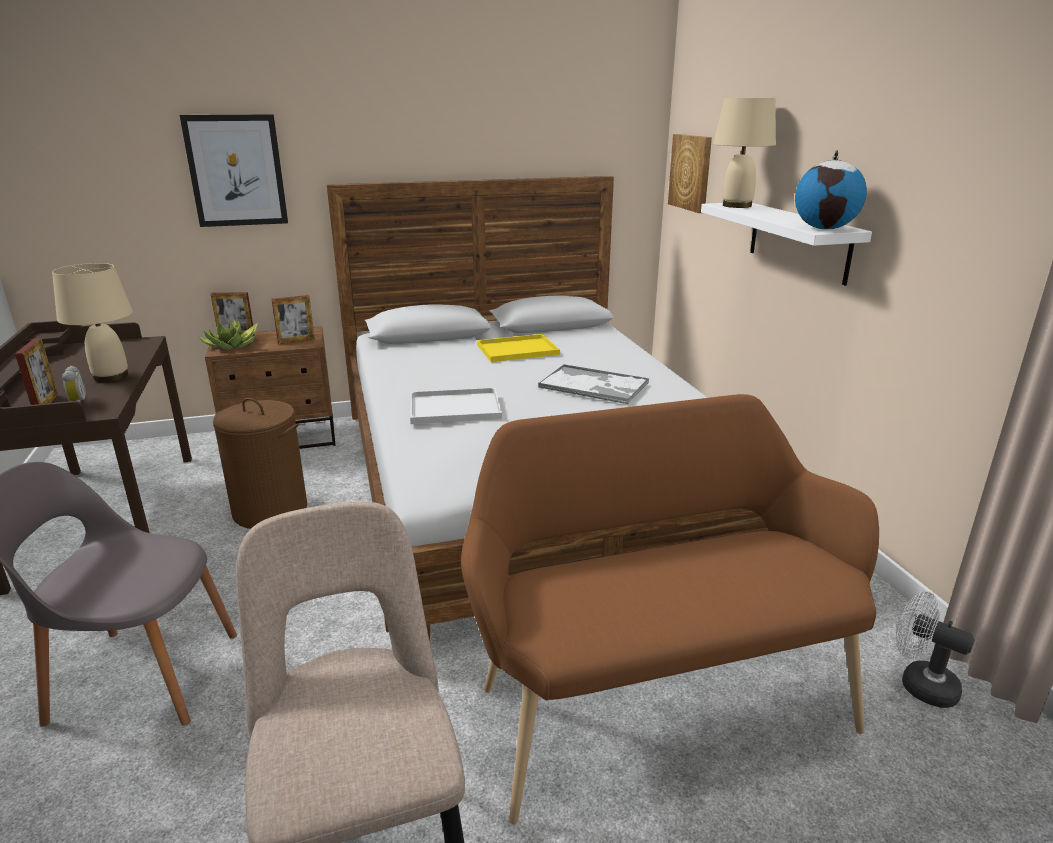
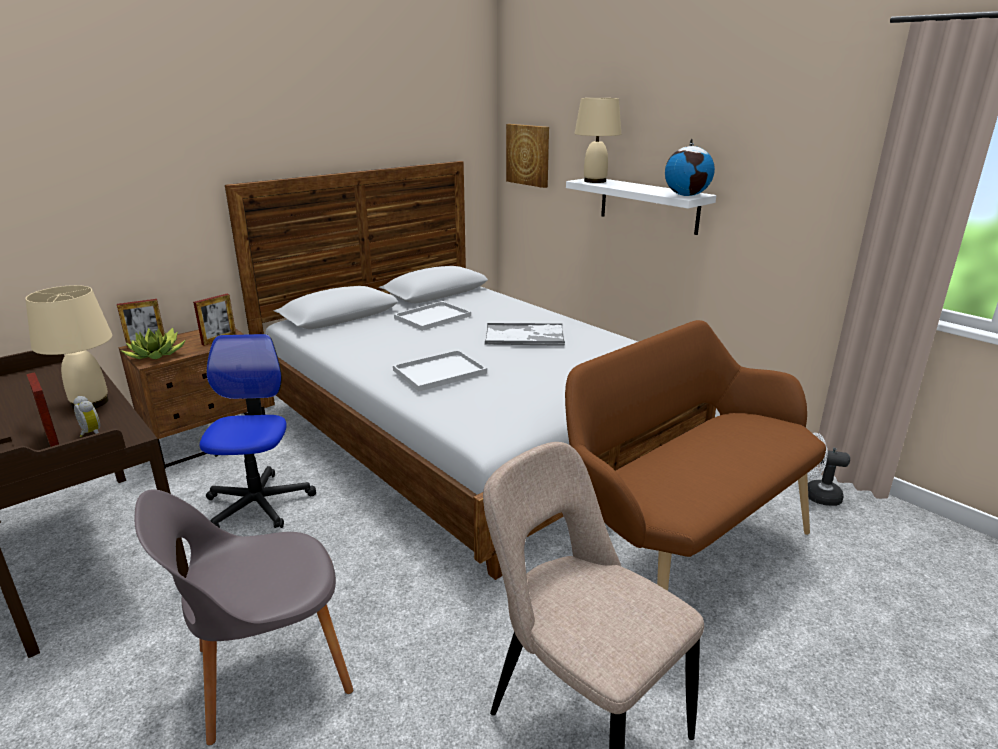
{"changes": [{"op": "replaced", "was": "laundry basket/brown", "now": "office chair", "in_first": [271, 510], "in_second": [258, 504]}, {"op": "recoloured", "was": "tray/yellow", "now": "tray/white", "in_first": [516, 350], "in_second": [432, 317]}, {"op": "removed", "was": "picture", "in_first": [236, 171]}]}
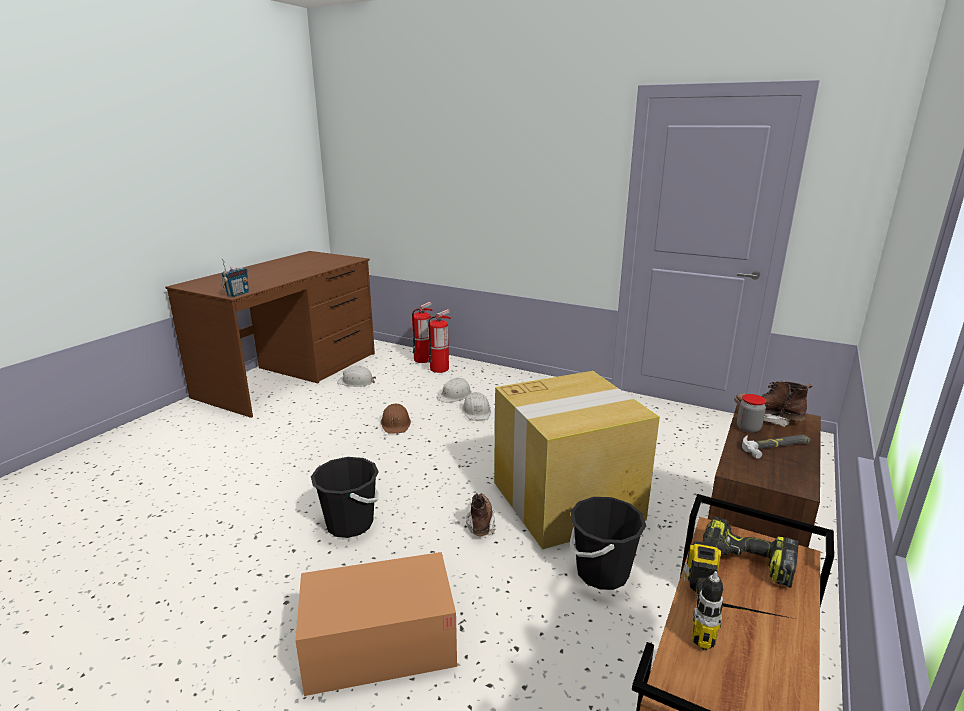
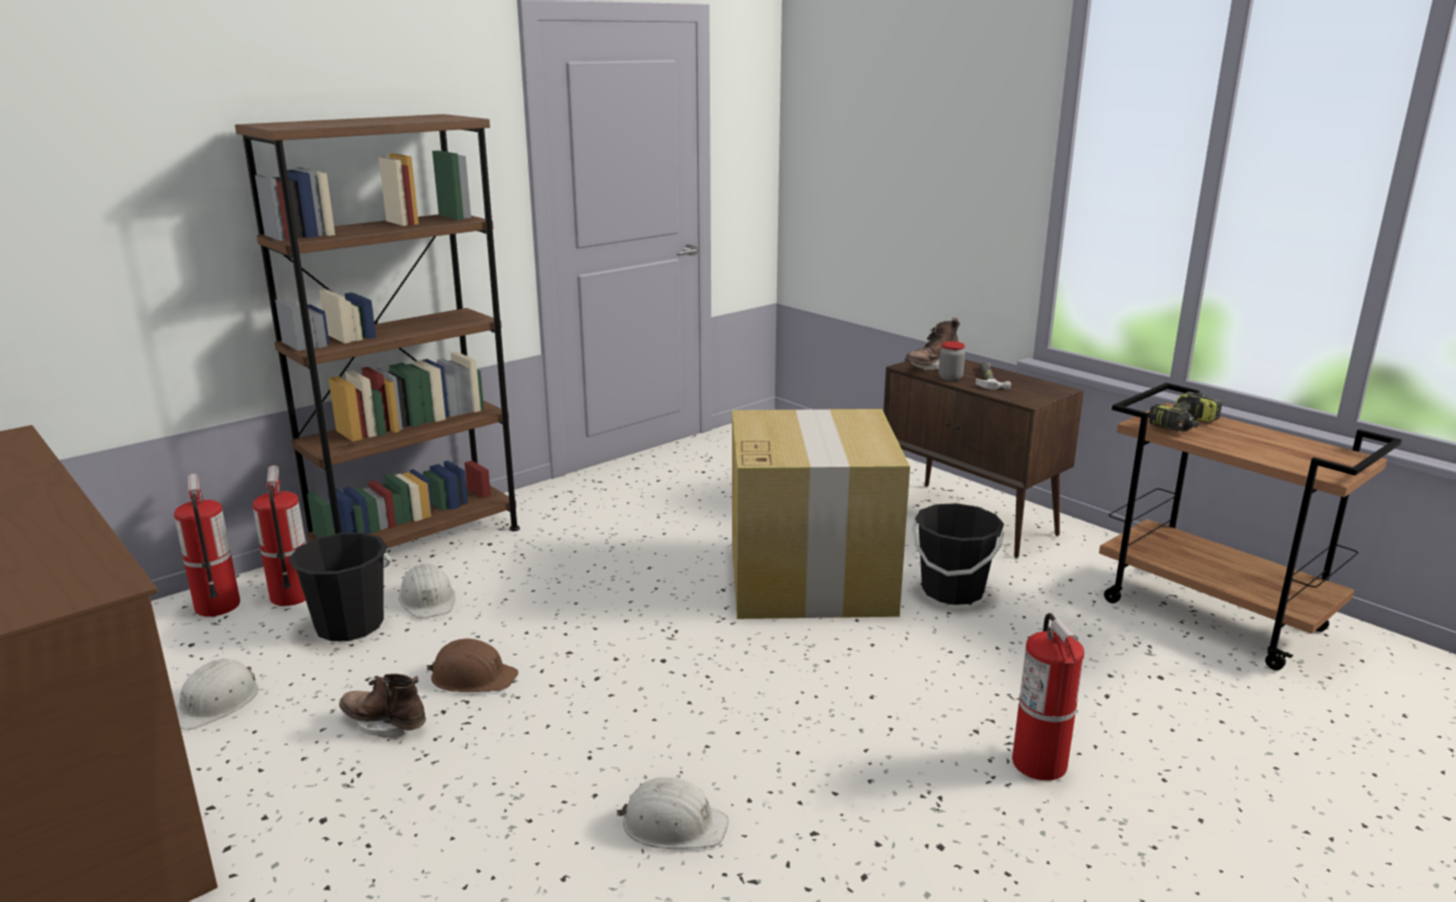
{"changes": [{"op": "added", "now": "bookcase/brown", "in_second": [417, 542]}, {"op": "moved", "was": "bucket/black", "in_first": [350, 524], "in_second": [350, 625]}, {"op": "moved", "was": "boot/brown", "in_first": [480, 523], "in_second": [385, 724]}, {"op": "moved", "was": "hard hat/white", "in_first": [477, 411], "in_second": [673, 824]}, {"op": "replaced", "was": "cardboard box", "now": "fire extinguisher", "in_first": [380, 644], "in_second": [1039, 764]}, {"op": "removed", "was": "radio", "in_first": [237, 294]}, {"op": "removed", "was": "power drill", "in_first": [735, 622]}]}
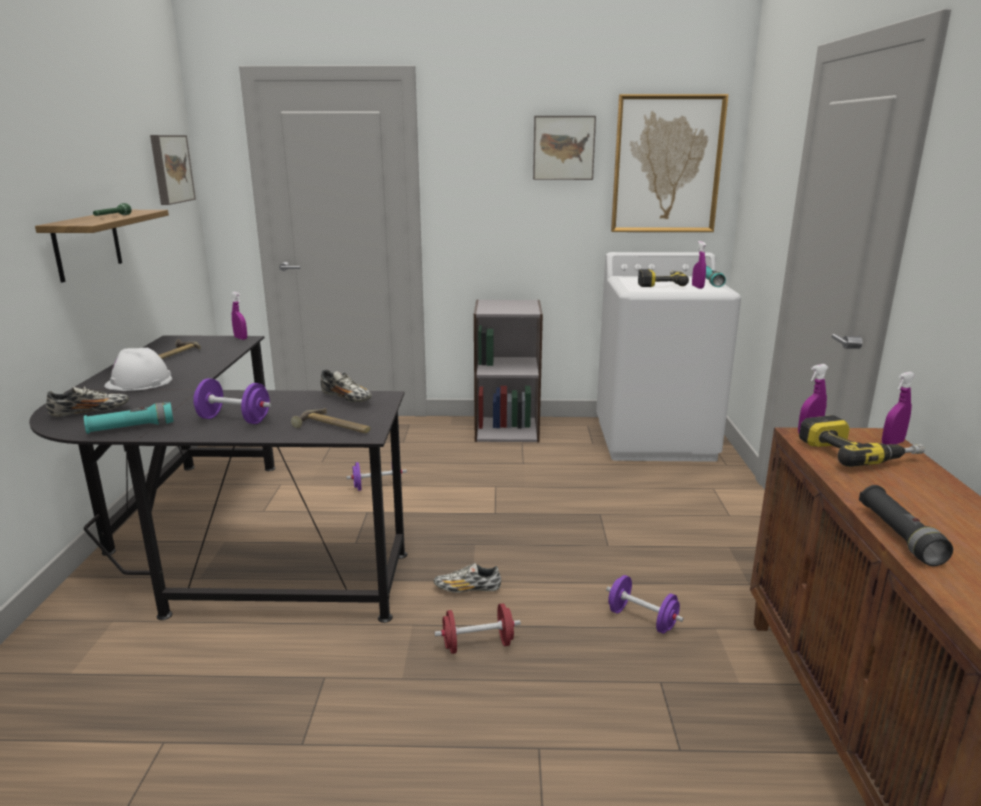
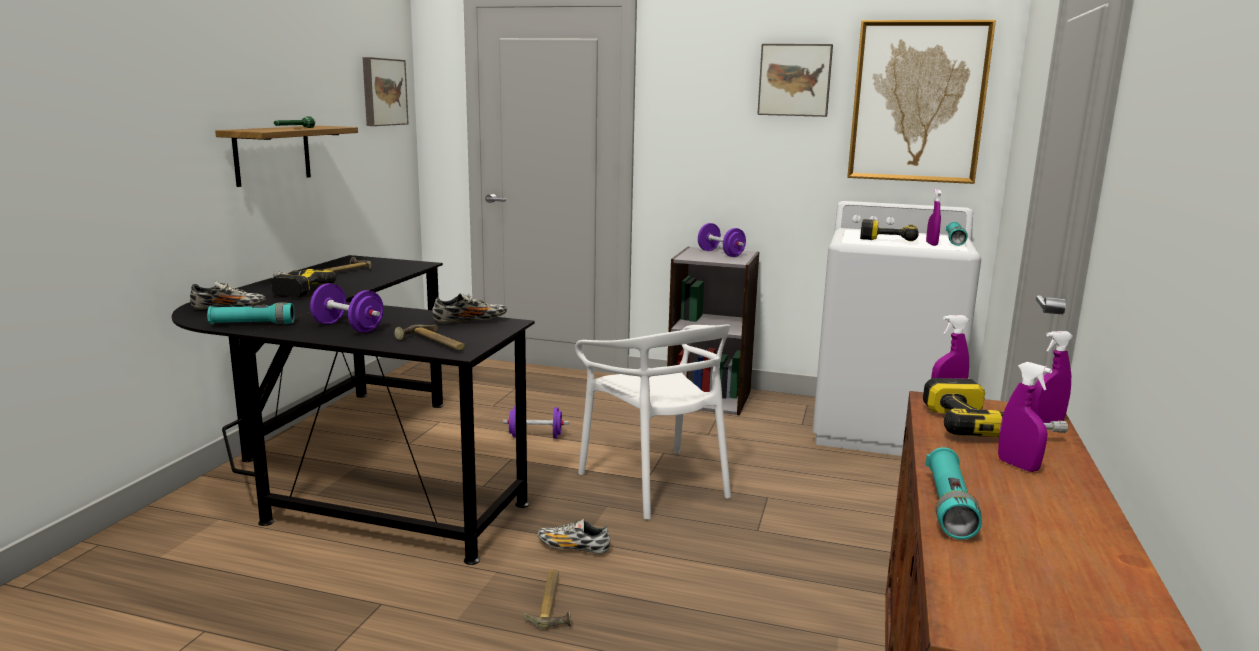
{"changes": [{"op": "replaced", "was": "hard hat/white", "now": "power drill", "in_first": [139, 382], "in_second": [292, 290]}, {"op": "turned", "was": "shoe", "in_first": [347, 399], "in_second": [470, 321], "clockwise": -75}, {"op": "replaced", "was": "dumbbell/red", "now": "hammer", "in_first": [478, 645], "in_second": [553, 603]}, {"op": "added", "now": "chair/white", "in_second": [656, 483]}, {"op": "moved", "was": "dumbbell/purple", "in_first": [642, 619], "in_second": [720, 253]}, {"op": "recoloured", "was": "flashlight/black", "now": "flashlight/turquoise", "in_first": [899, 536], "in_second": [949, 506]}, {"op": "moved", "was": "spray bottle/purple", "in_first": [241, 338], "in_second": [1018, 465]}]}
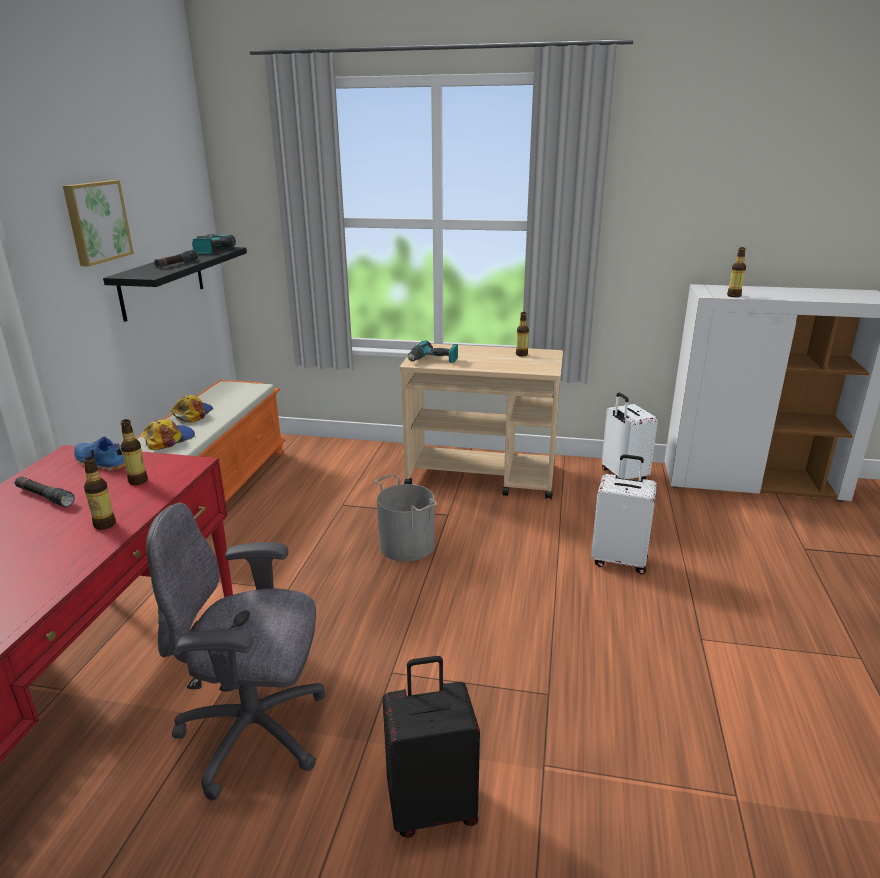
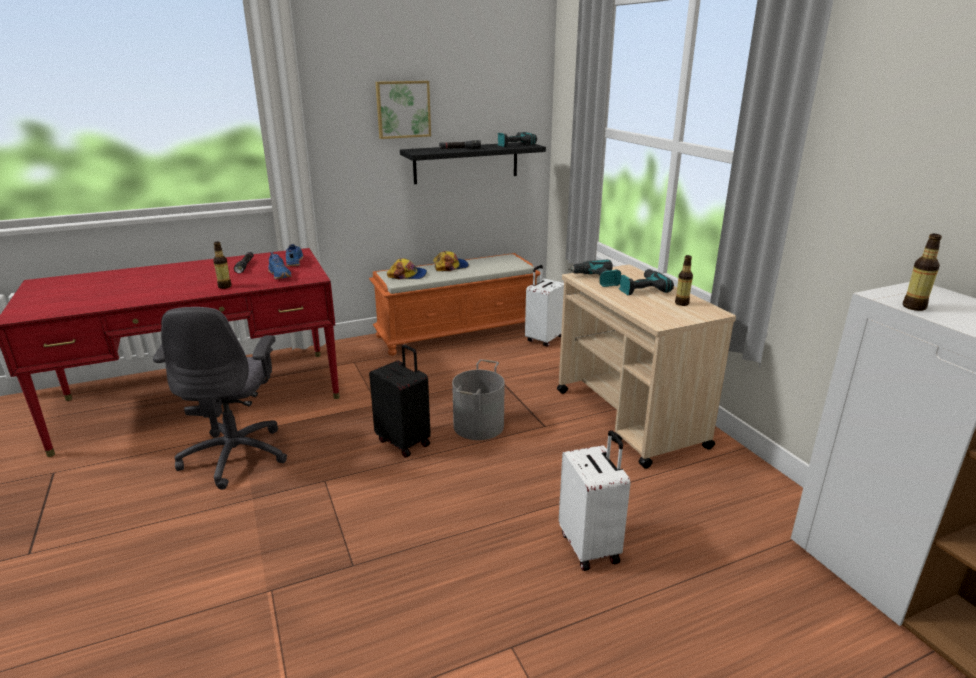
{"changes": [{"op": "turned", "was": "office chair/grey", "in_first": [256, 733], "in_second": [236, 455], "clockwise": -150}, {"op": "replaced", "was": "bottle", "now": "shoe/blue", "in_first": [138, 481], "in_second": [280, 275]}, {"op": "moved", "was": "suitcase/black", "in_first": [432, 806], "in_second": [404, 442]}, {"op": "moved", "was": "suitcase/white", "in_first": [622, 476], "in_second": [543, 339]}, {"op": "added", "now": "power drill", "in_second": [641, 289]}]}
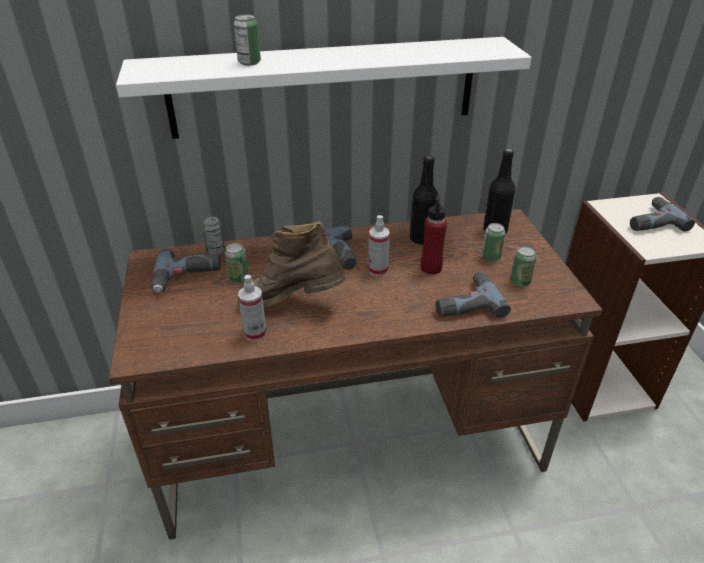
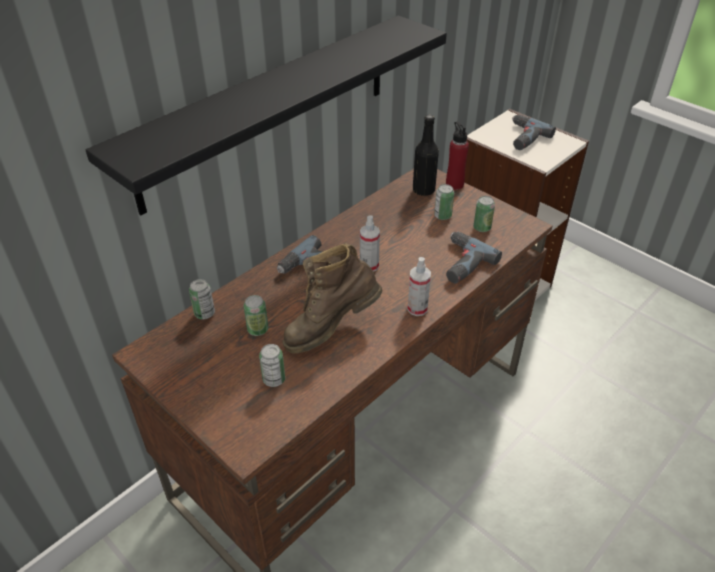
{"changes": [{"op": "recoloured", "was": "shelf/white", "now": "shelf/black", "in_first": [324, 87], "in_second": [269, 110]}, {"op": "moved", "was": "can", "in_first": [249, 62], "in_second": [274, 379]}, {"op": "moved", "was": "spray bottle", "in_first": [255, 333], "in_second": [417, 309]}, {"op": "moved", "was": "bottle/red", "in_first": [431, 268], "in_second": [454, 184]}, {"op": "removed", "was": "power drill", "in_first": [187, 277]}, {"op": "removed", "was": "bottle/black", "in_first": [422, 239]}]}
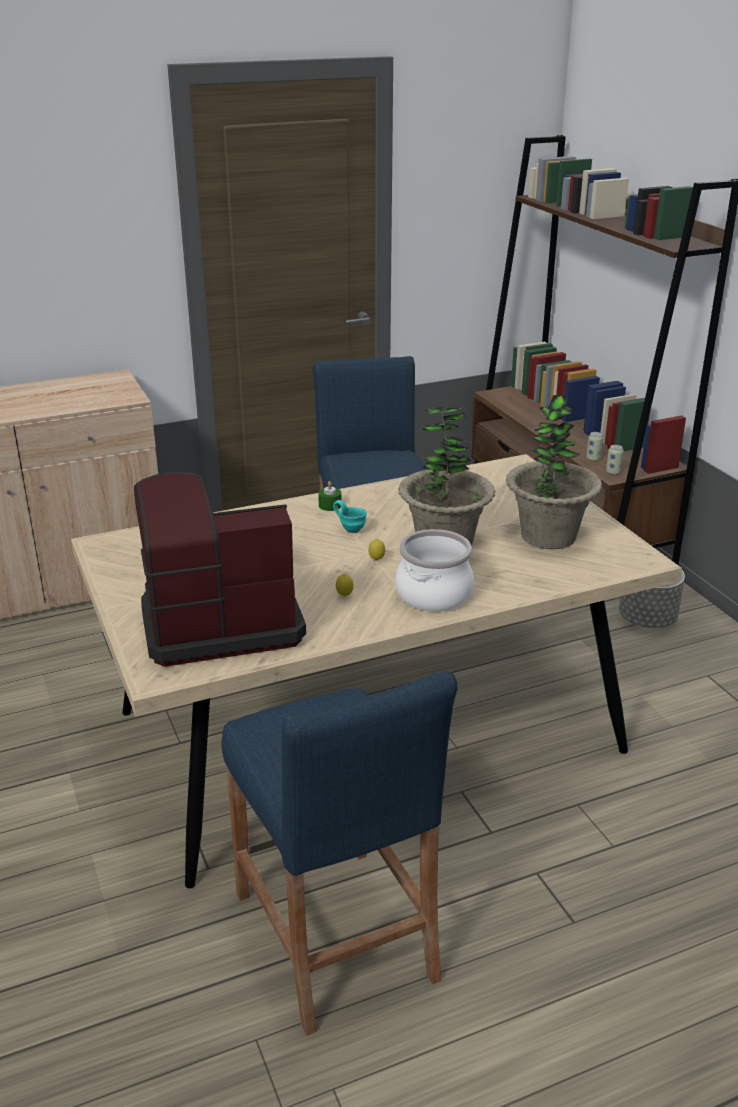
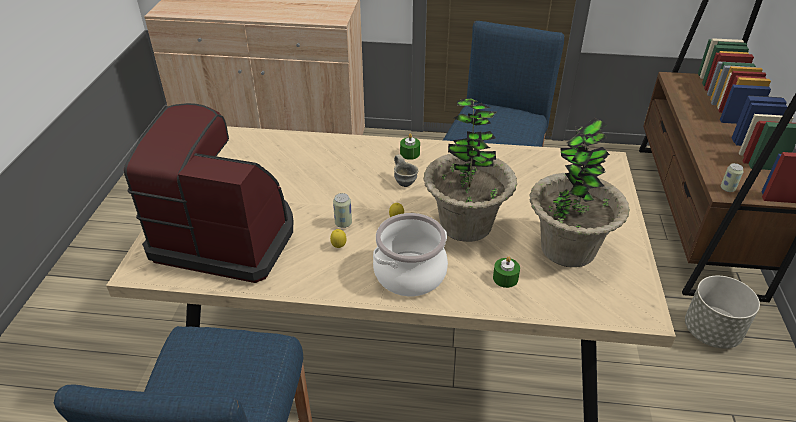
{"changes": [{"op": "moved", "was": "can", "in_first": [593, 459], "in_second": [343, 223]}, {"op": "recoloured", "was": "mug/turquoise", "now": "mug/grey", "in_first": [351, 529], "in_second": [405, 182]}, {"op": "added", "now": "candle/green", "in_second": [505, 278]}]}
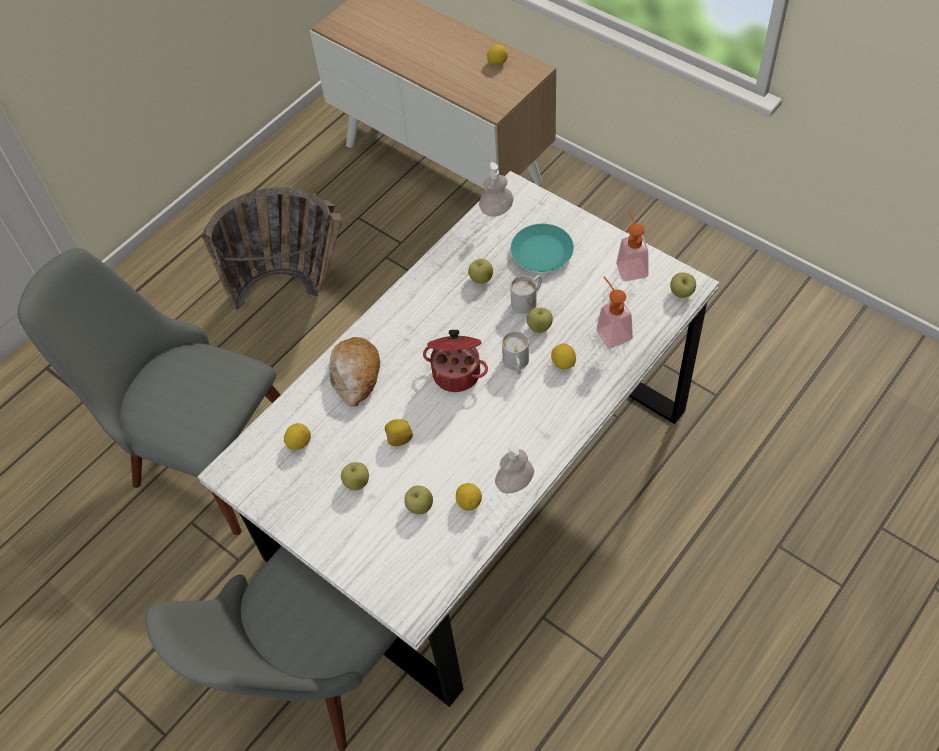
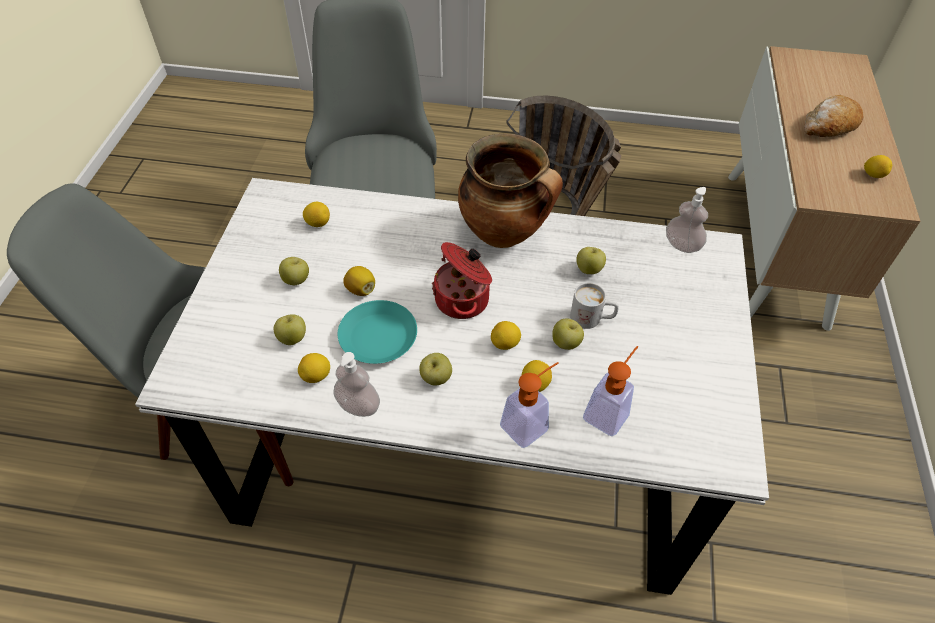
{"changes": [{"op": "moved", "was": "plate/turquoise", "in_first": [541, 253], "in_second": [377, 337]}, {"op": "moved", "was": "apple", "in_first": [681, 293], "in_second": [436, 378]}, {"op": "added", "now": "cooking pot", "in_second": [505, 233]}, {"op": "replaced", "was": "mug/white", "now": "lemon", "in_first": [516, 364], "in_second": [505, 344]}, {"op": "moved", "was": "soap dispenser", "in_first": [630, 265], "in_second": [530, 423]}, {"op": "moved", "was": "bread", "in_first": [356, 376], "in_second": [829, 126]}]}
